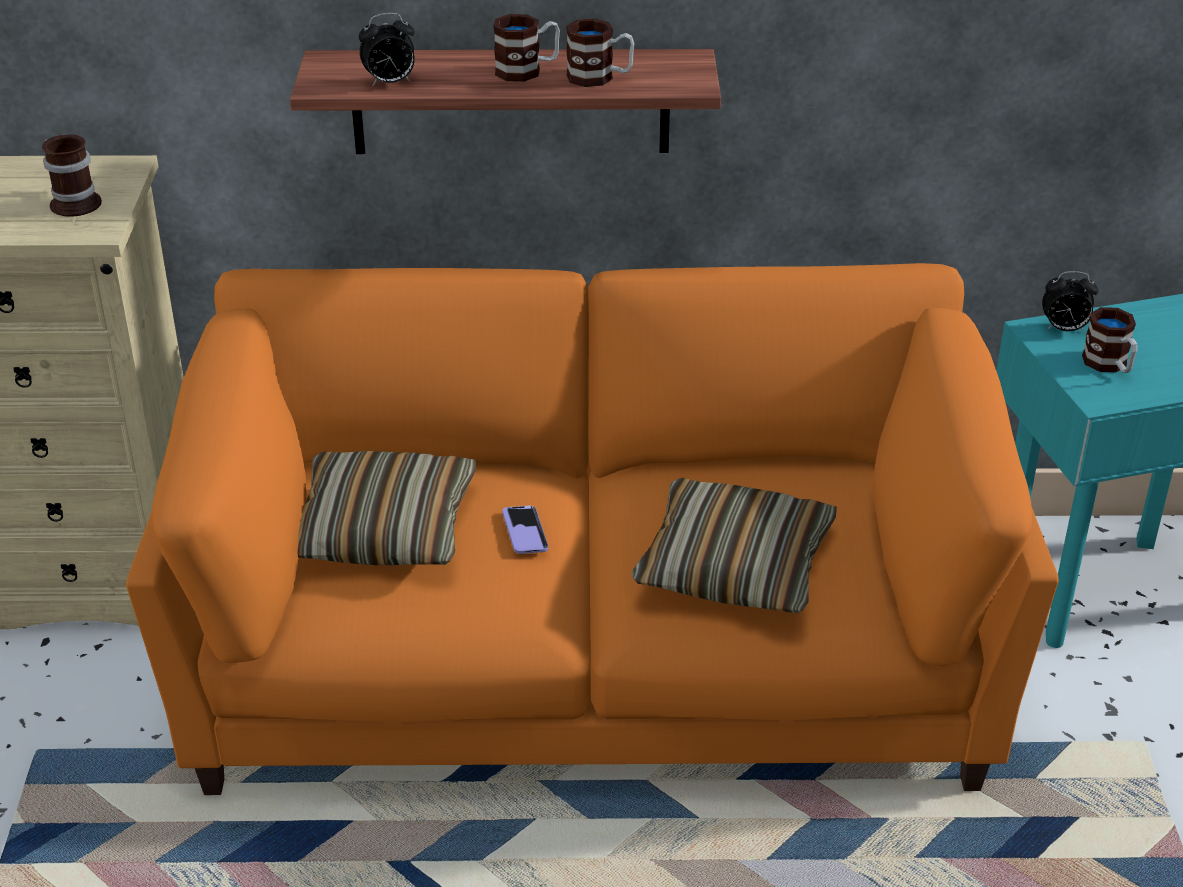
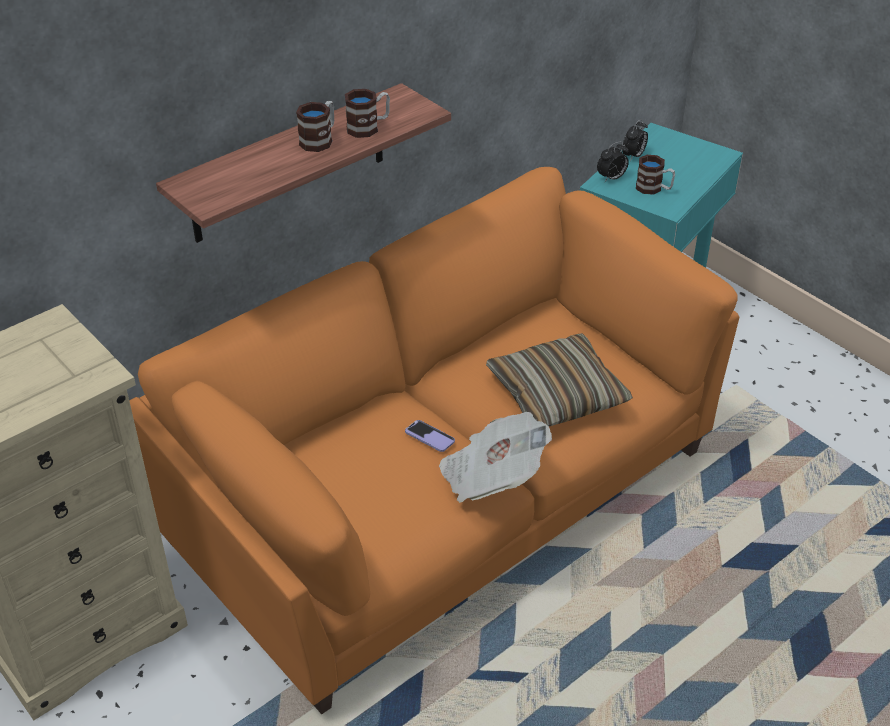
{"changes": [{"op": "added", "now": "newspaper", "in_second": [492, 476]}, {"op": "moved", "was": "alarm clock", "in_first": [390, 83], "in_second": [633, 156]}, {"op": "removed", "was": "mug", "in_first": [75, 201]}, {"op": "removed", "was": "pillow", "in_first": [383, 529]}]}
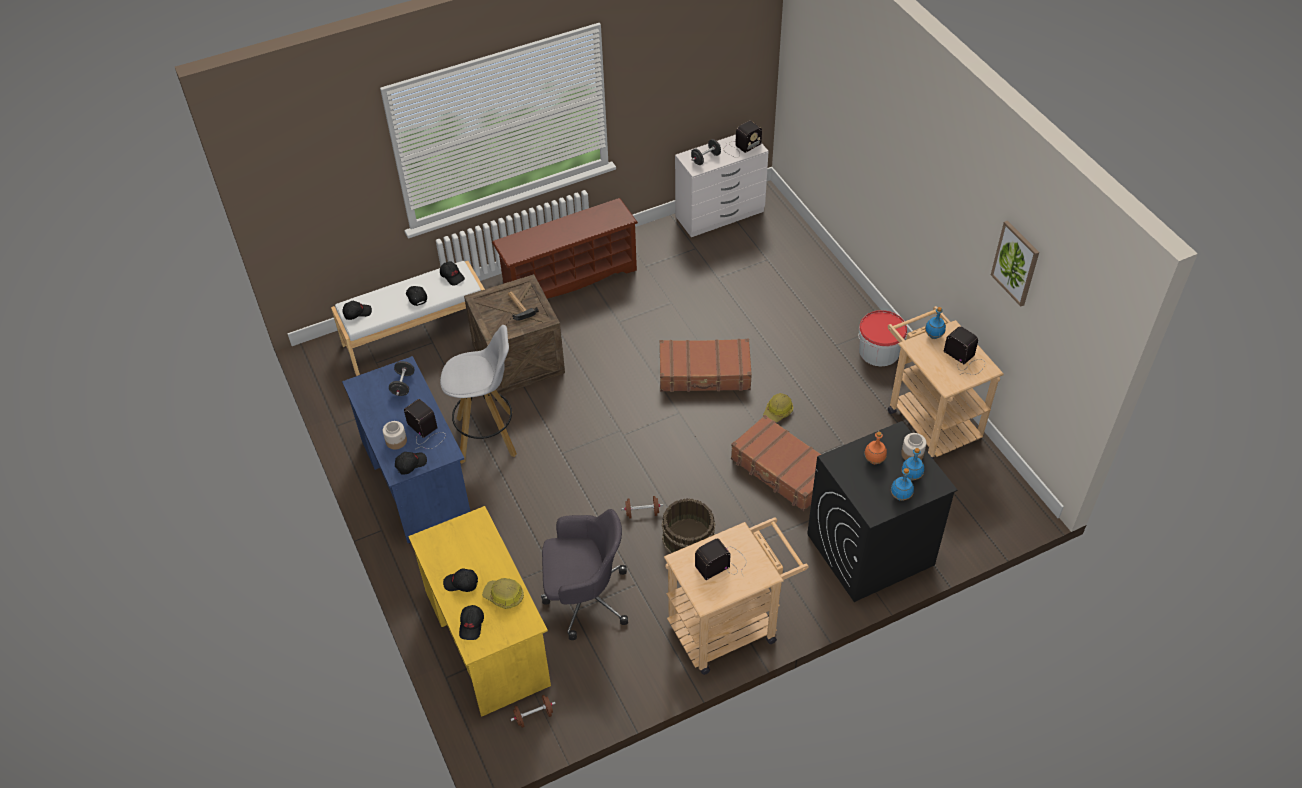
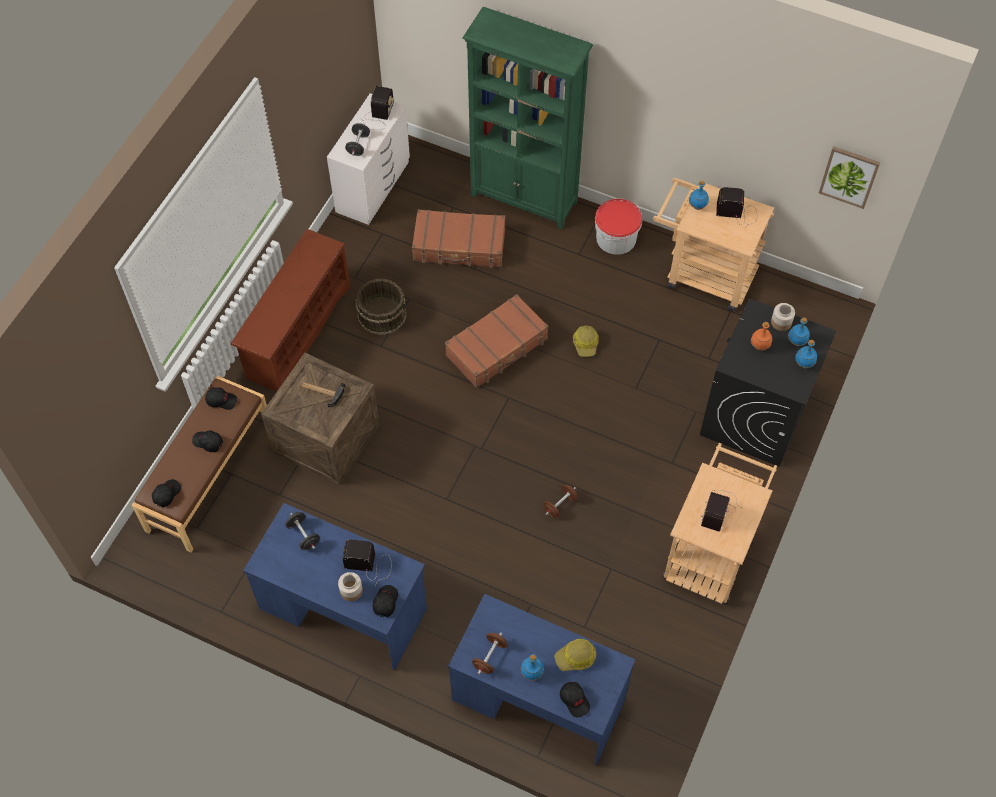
{"changes": [{"op": "recoloured", "was": "bench/white", "now": "bench/brown", "in_first": [416, 335], "in_second": [208, 476]}, {"op": "moved", "was": "bucket/brown", "in_first": [689, 538], "in_second": [382, 314]}, {"op": "moved", "was": "suitcase/brown", "in_first": [782, 470], "in_second": [459, 246]}, {"op": "recoloured", "was": "desk/yellow", "now": "desk/blue", "in_first": [487, 637], "in_second": [538, 699]}, {"op": "added", "now": "bookcase/green", "in_second": [524, 198]}, {"op": "moved", "was": "dumbbell/brown", "in_first": [534, 716], "in_second": [490, 657]}, {"op": "replaced", "was": "cap/black", "now": "bottle/blue", "in_first": [461, 583], "in_second": [532, 673]}, {"op": "moved", "was": "picture", "in_first": [1016, 263], "in_second": [849, 176]}, {"op": "removed", "was": "stool/white", "in_first": [488, 436]}, {"op": "removed", "was": "office chair/grey", "in_first": [584, 597]}]}
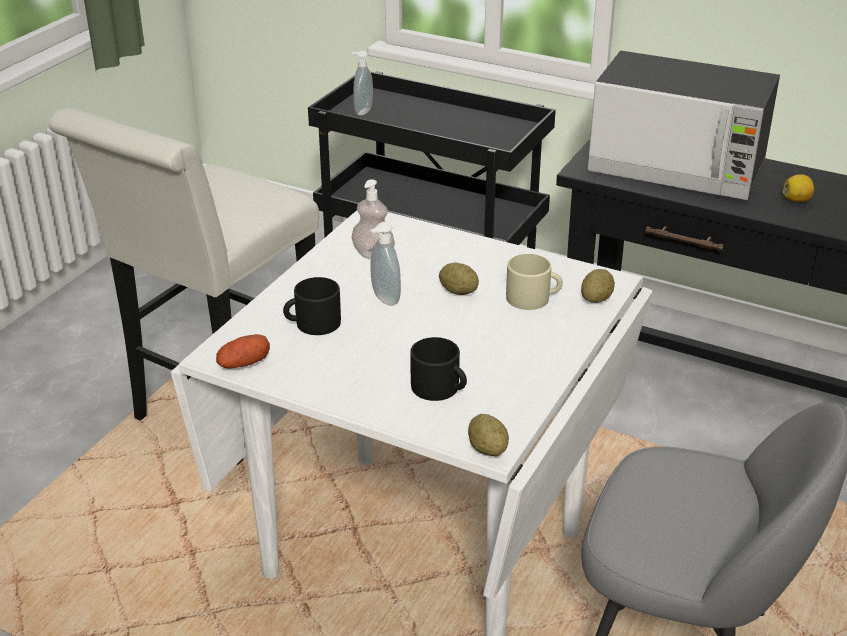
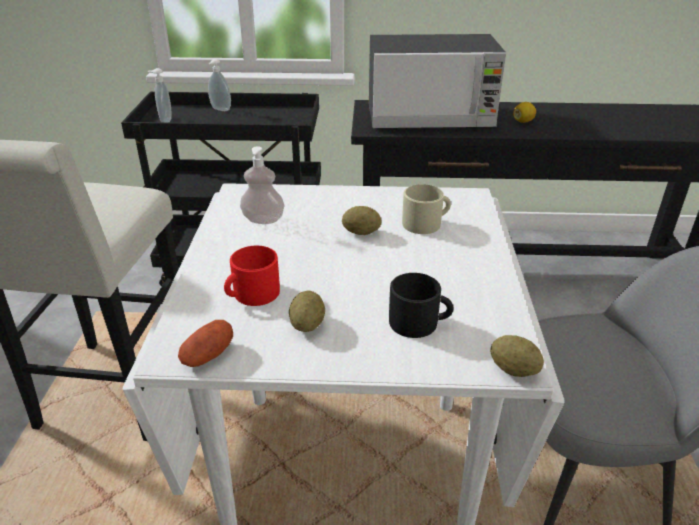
{"changes": [{"op": "moved", "was": "soap dispenser", "in_first": [384, 299], "in_second": [220, 110]}, {"op": "recoloured", "was": "mug/black", "now": "mug/red", "in_first": [312, 323], "in_second": [251, 294]}, {"op": "moved", "was": "potato", "in_first": [596, 299], "in_second": [307, 325]}]}
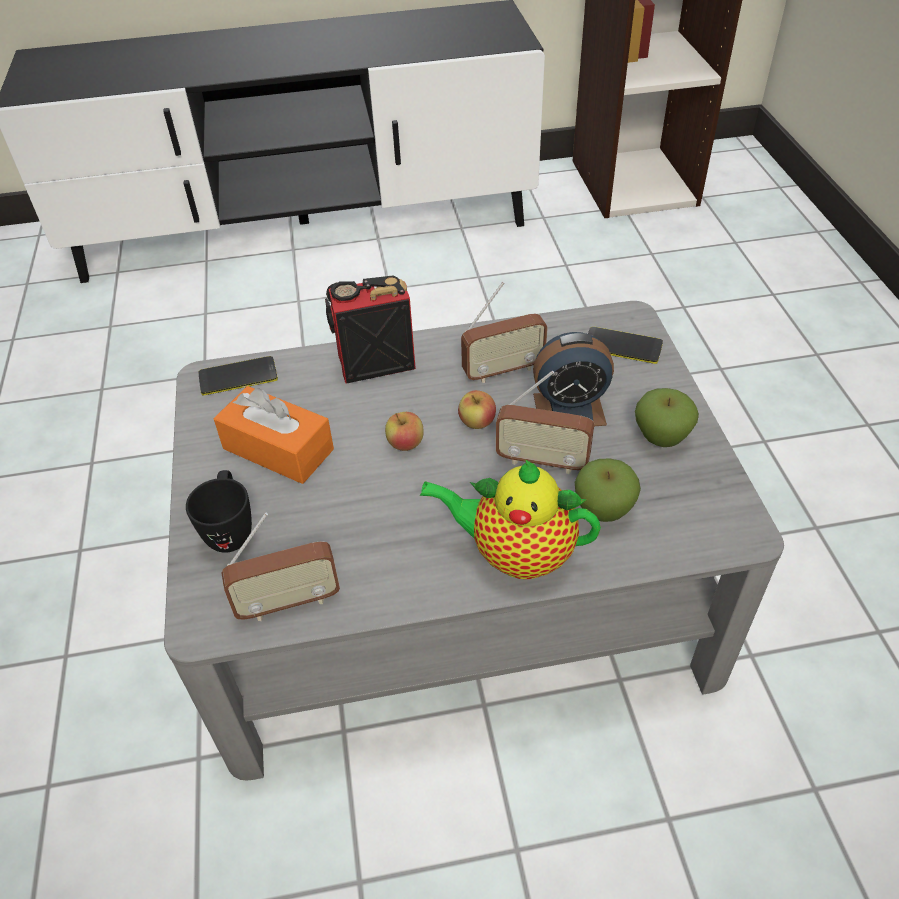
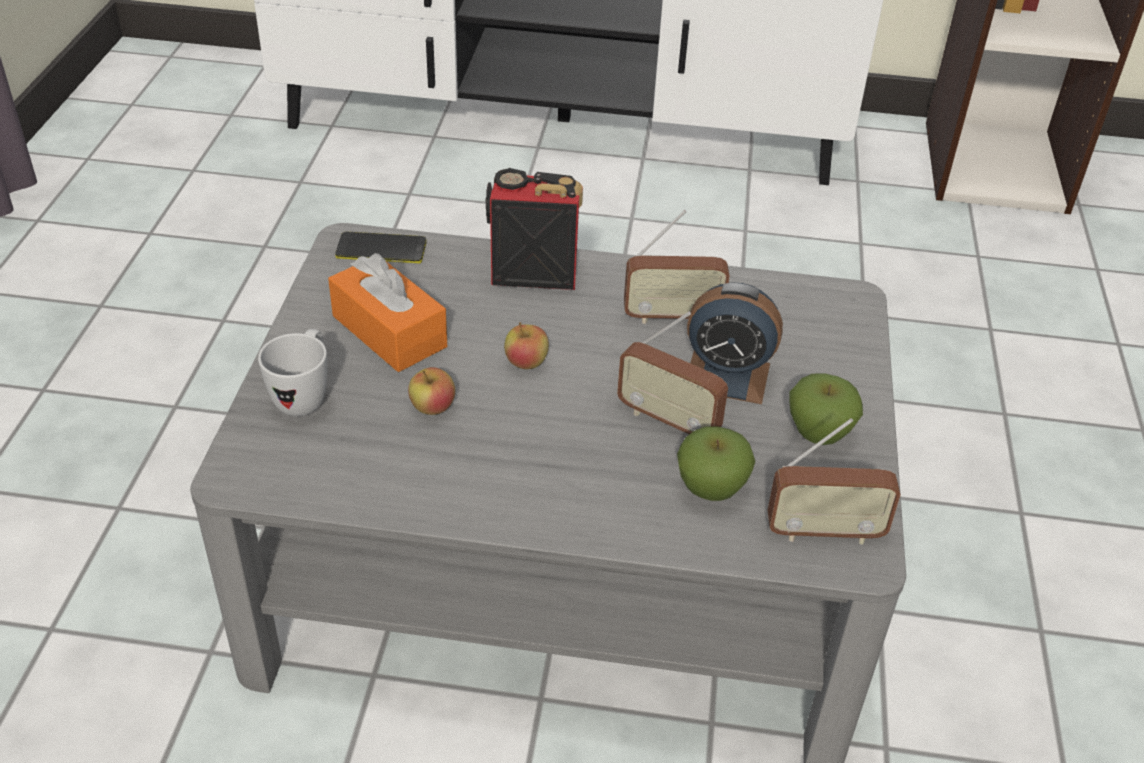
{"changes": [{"op": "recoloured", "was": "mug/black", "now": "mug/white", "in_first": [231, 529], "in_second": [304, 396]}, {"op": "moved", "was": "apple", "in_first": [477, 423], "in_second": [432, 408]}, {"op": "moved", "was": "radio", "in_first": [288, 602], "in_second": [824, 532]}, {"op": "removed", "was": "teapot", "in_first": [515, 554]}, {"op": "removed", "was": "phone", "in_first": [622, 346]}]}
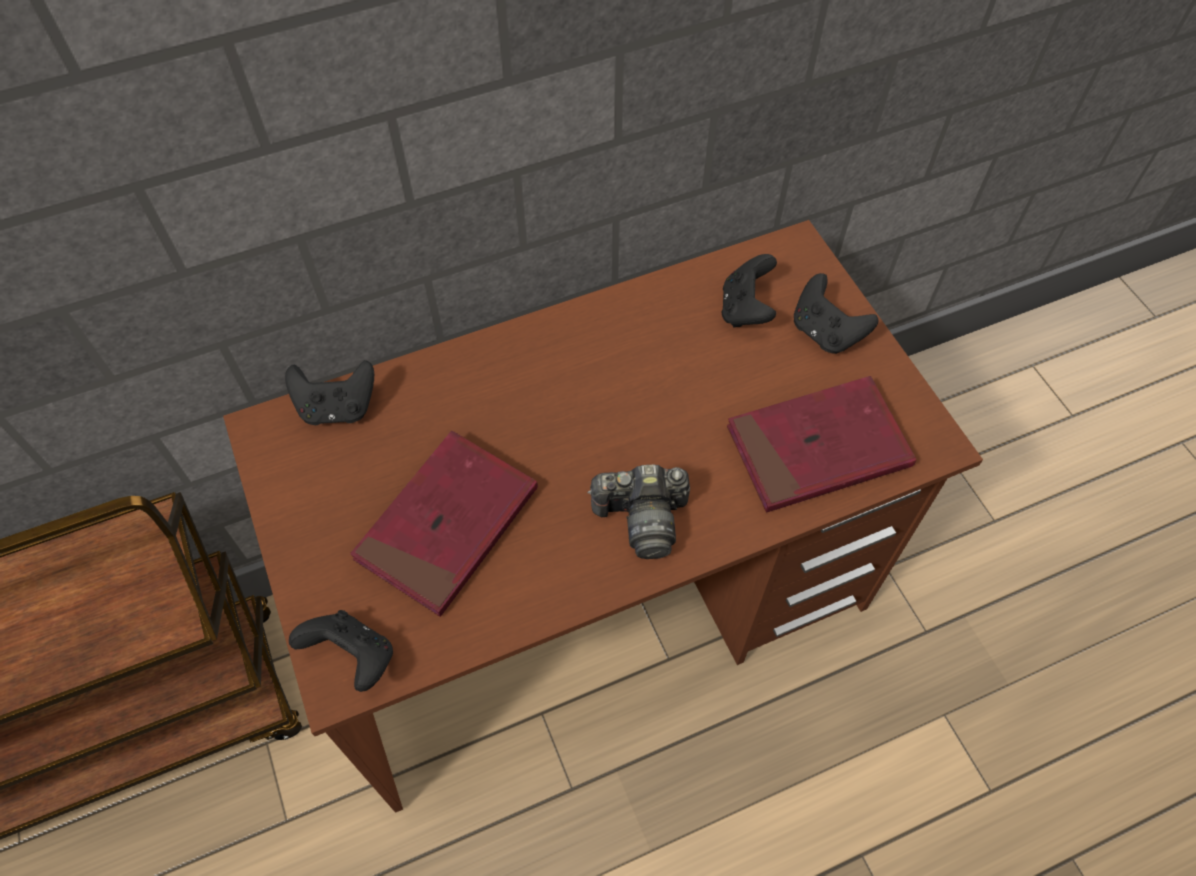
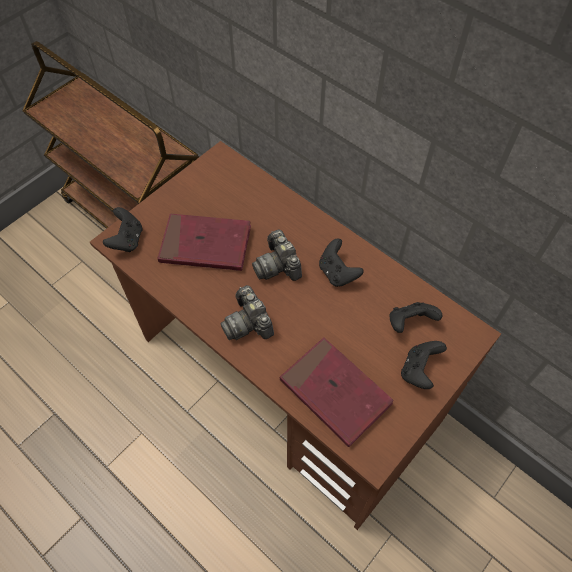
{"changes": [{"op": "added", "now": "photo camera", "in_second": [278, 265]}, {"op": "moved", "was": "game controller/black", "in_first": [337, 408], "in_second": [337, 273]}]}
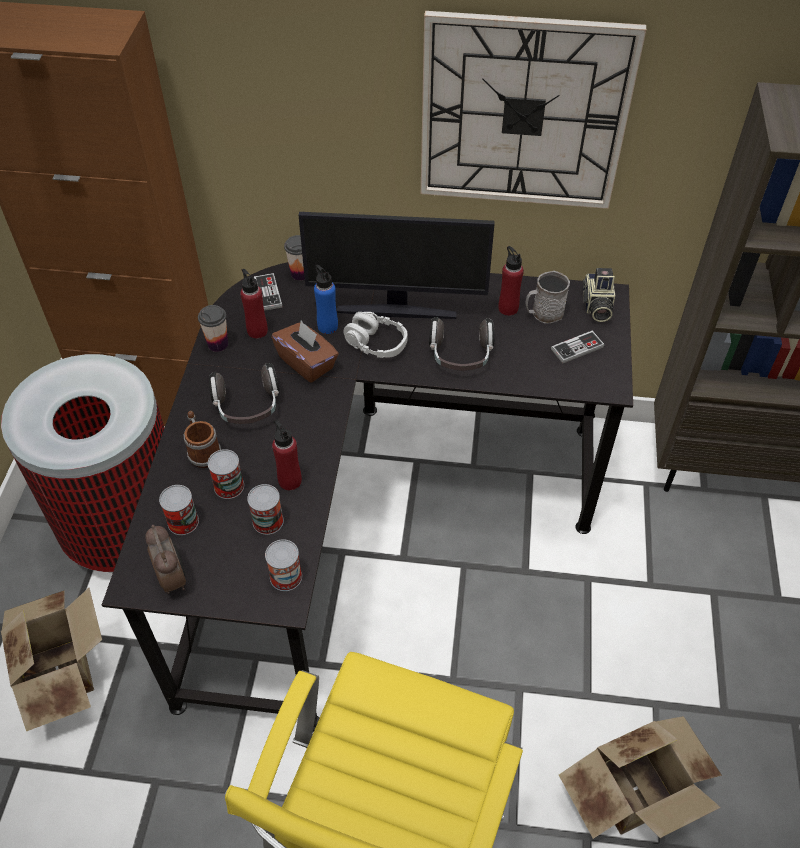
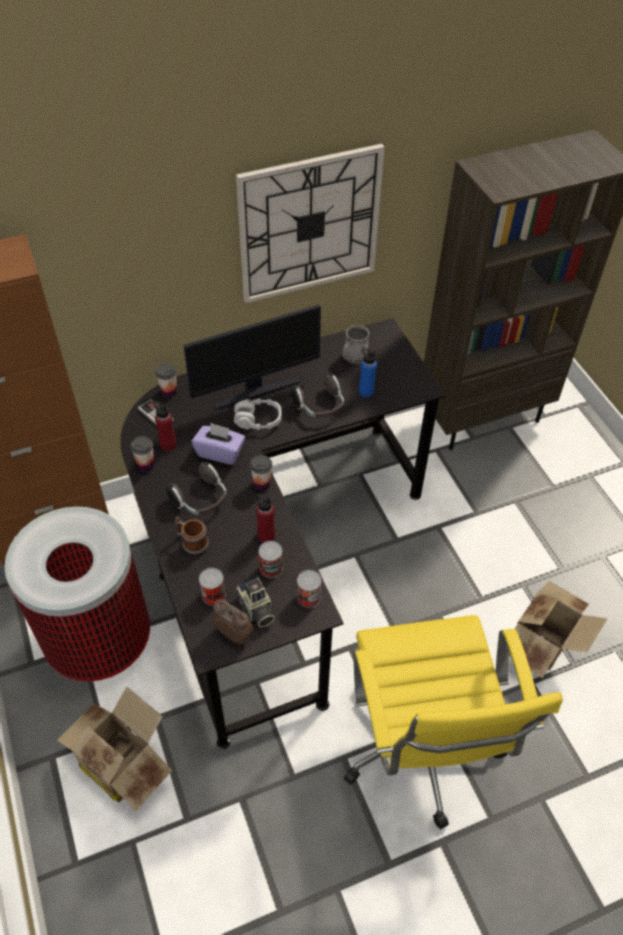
{"changes": [{"op": "recoloured", "was": "tissue box/brown", "now": "tissue box/purple", "in_first": [307, 363], "in_second": [220, 452]}, {"op": "moved", "was": "photo camera", "in_first": [596, 306], "in_second": [255, 609]}, {"op": "added", "now": "cup", "in_second": [262, 484]}, {"op": "moved", "was": "bottle/blue", "in_first": [327, 326], "in_second": [366, 391]}, {"op": "removed", "was": "can", "in_first": [229, 486]}, {"op": "removed", "was": "bottle/red", "in_first": [508, 308]}, {"op": "removed", "was": "game controller", "in_first": [577, 348]}]}
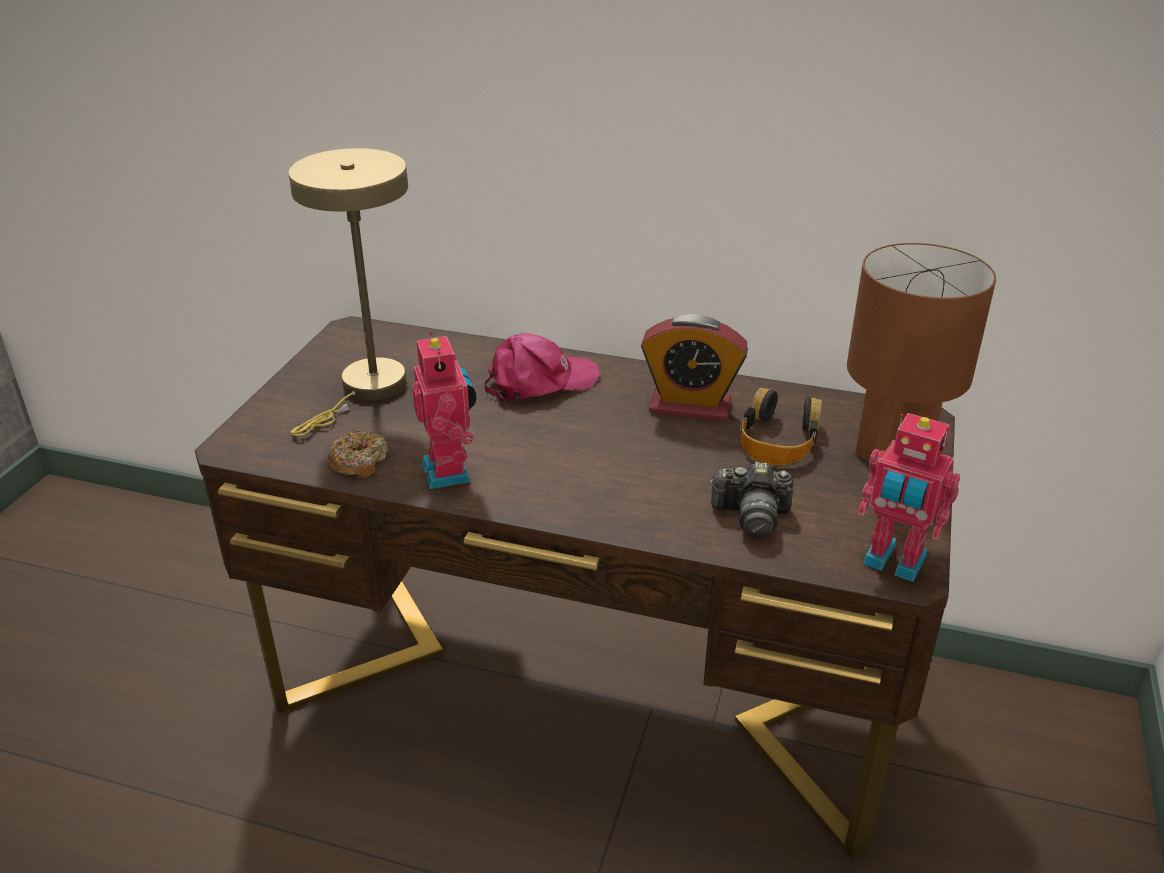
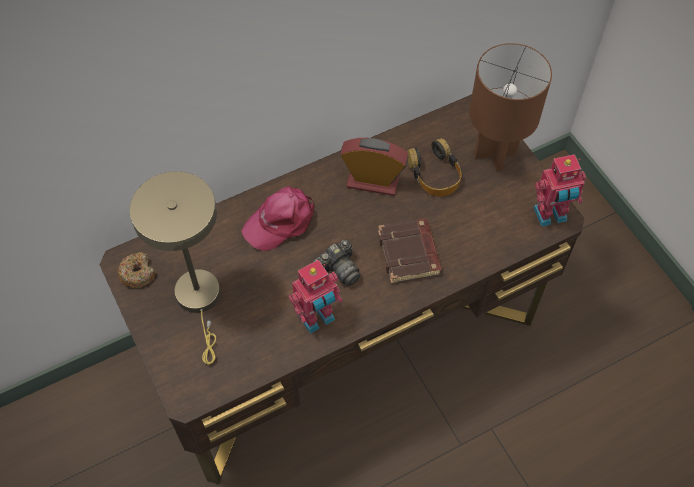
{"changes": [{"op": "moved", "was": "donut", "in_first": [359, 462], "in_second": [137, 273]}, {"op": "turned", "was": "cap/pink", "in_first": [539, 382], "in_second": [281, 221], "clockwise": -150}, {"op": "turned", "was": "toy robot", "in_first": [450, 471], "in_second": [317, 319], "clockwise": 120}, {"op": "moved", "was": "photo camera", "in_first": [751, 516], "in_second": [337, 270]}, {"op": "turned", "was": "alarm clock", "in_first": [690, 406], "in_second": [373, 181], "clockwise": -135}, {"op": "added", "now": "book/brown", "in_second": [410, 254]}]}
